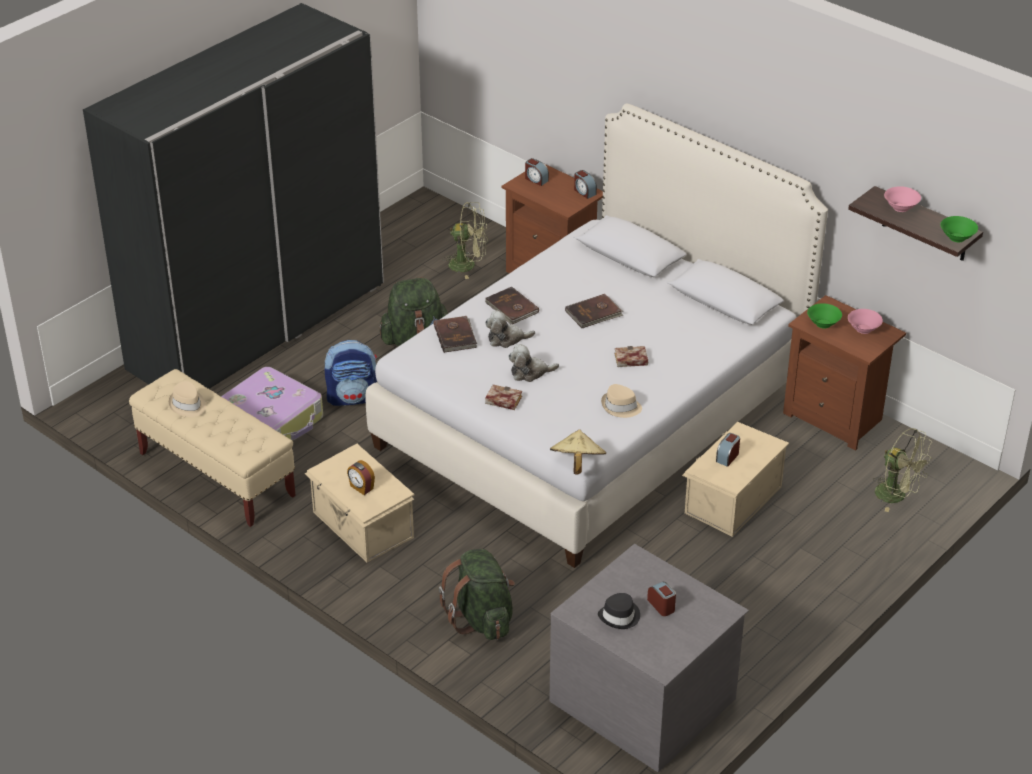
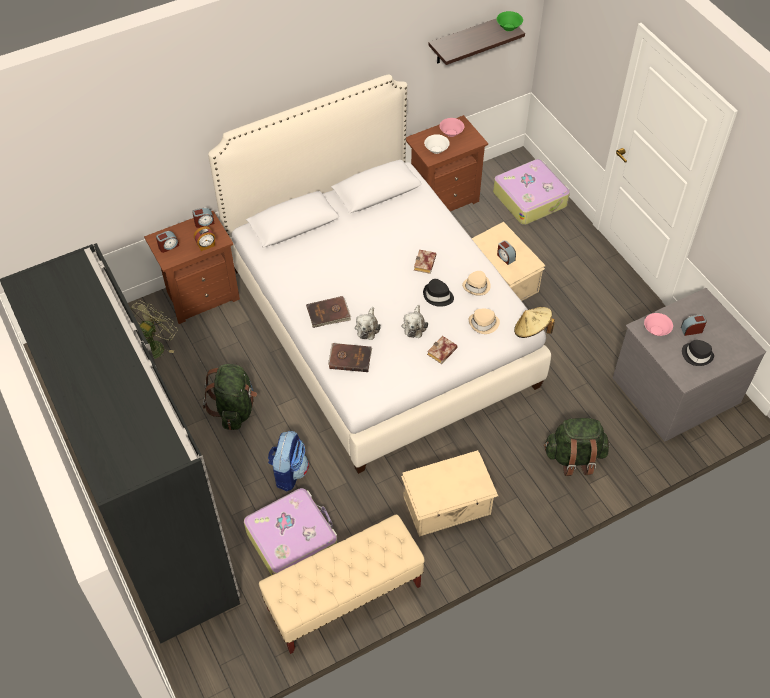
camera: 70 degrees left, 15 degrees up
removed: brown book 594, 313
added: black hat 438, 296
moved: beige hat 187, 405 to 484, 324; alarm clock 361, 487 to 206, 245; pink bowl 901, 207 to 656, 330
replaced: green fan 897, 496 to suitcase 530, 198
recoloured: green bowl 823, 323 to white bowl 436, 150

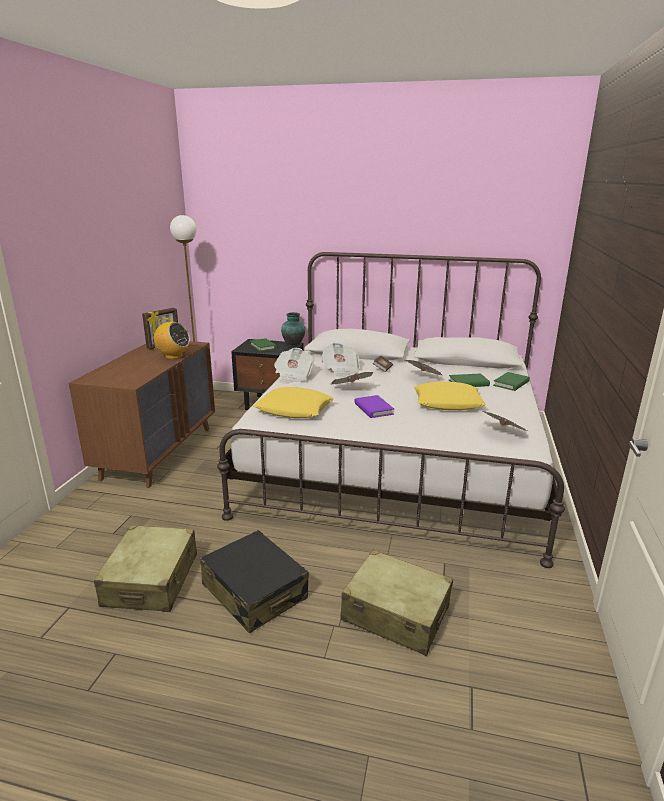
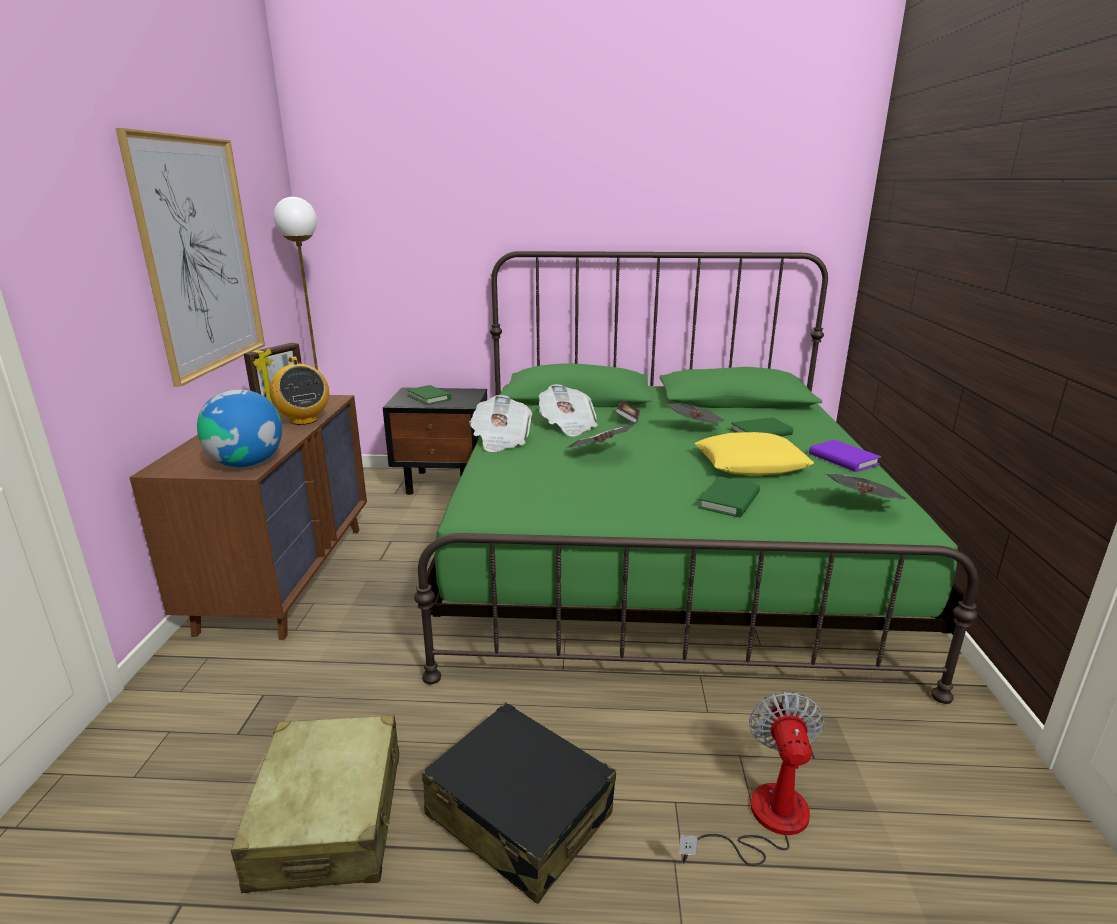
camera: 10 degrees left, 0 degrees up
removed: yellow pillow 294, 409; vase 294, 344
added: picture 200, 256; globe 247, 463
moved: purple book 373, 409 to 843, 459; green book 511, 383 to 729, 500
replaced: beige suitcase 395, 613 to fan 763, 820
recoloured: white bed 397, 461 to green bed 659, 554
turned: radio 173, 356 = 303, 420 45 degrees clockwise

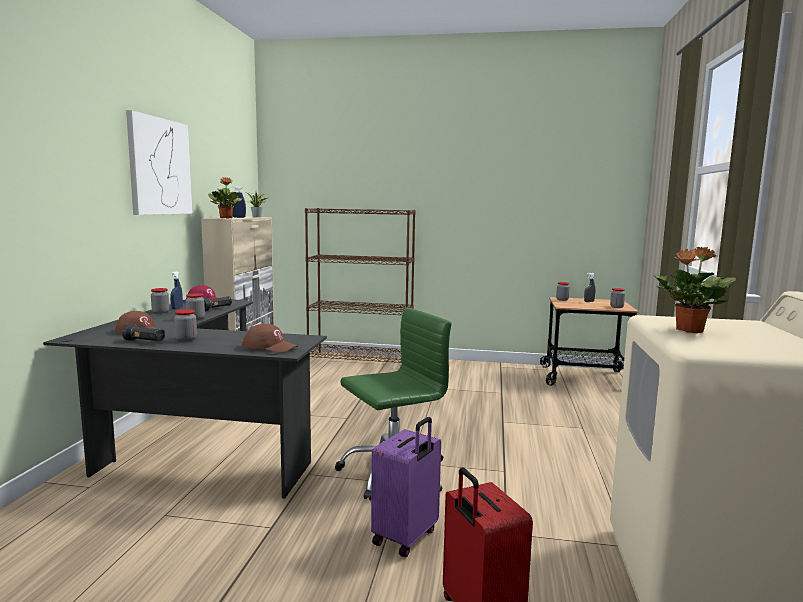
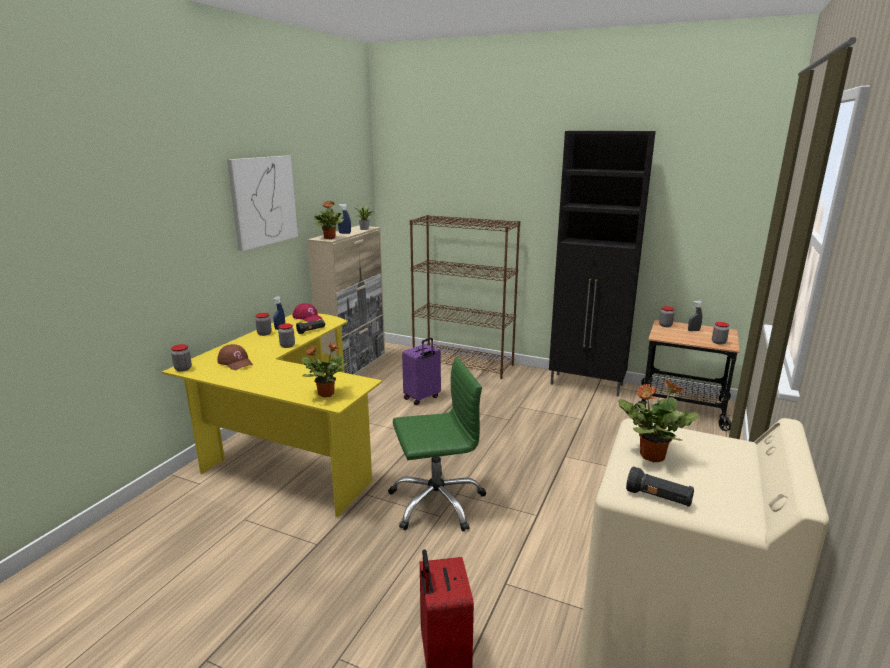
camera: 15 degrees right, 10 degrees up
added: black cabinet 587, 385
moved: black flashlight 144, 341 to 658, 498; jar 186, 339 to 183, 369; purple suitcase 406, 537 to 422, 398
replaced: brown cap 270, 347 to potted plant 325, 394
recoloured: black desk 195, 442 to yellow desk 288, 448

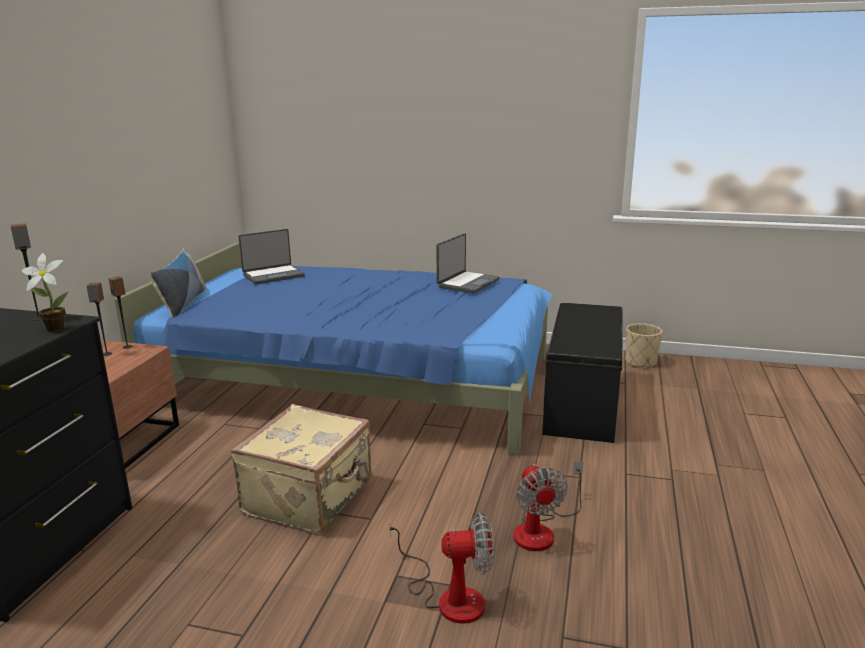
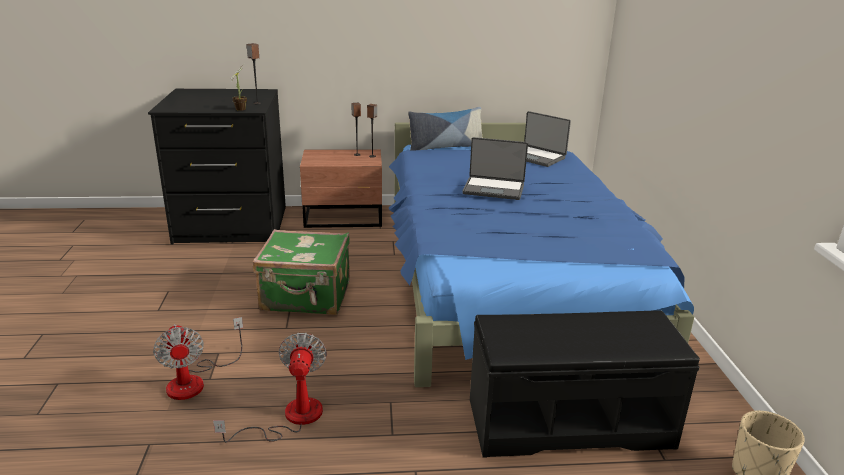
camera: 70 degrees right, 5 degrees up
moved: laptop 467, 283 to 494, 189
recoloured: beige suitcase 310, 497 to green suitcase 306, 297
turned: fan 542, 530 = 290, 418 120 degrees clockwise

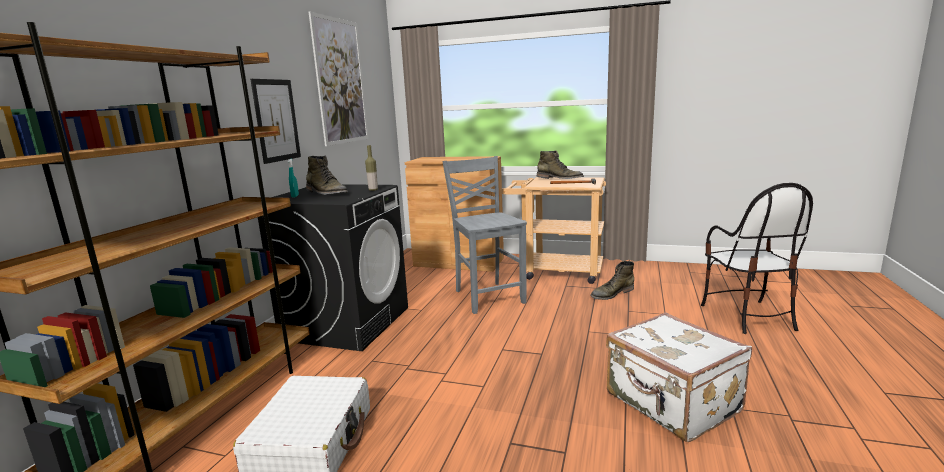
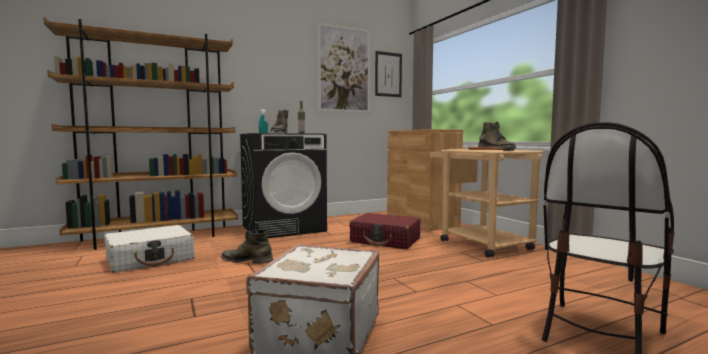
camera: 45 degrees right, 10 degrees down
moved: picture 276, 120 to 388, 74; green boot 611, 294 to 247, 260
replaced: grey chair 488, 296 to red suitcase 385, 240

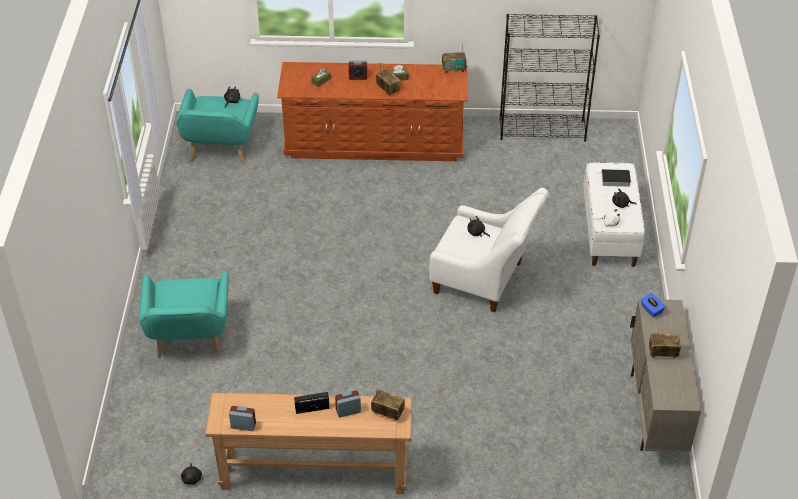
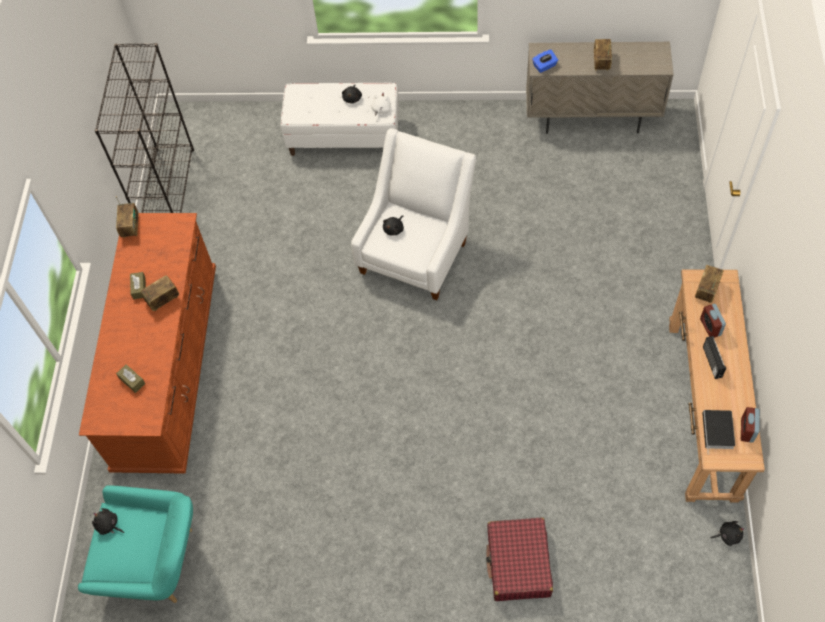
camera: 85 degrees left, 15 degrees up
removed: alarm clock 358, 77
moved: book 614, 179 to 718, 432
replaced: turquoise armchair 189, 339 to red suitcase 518, 563

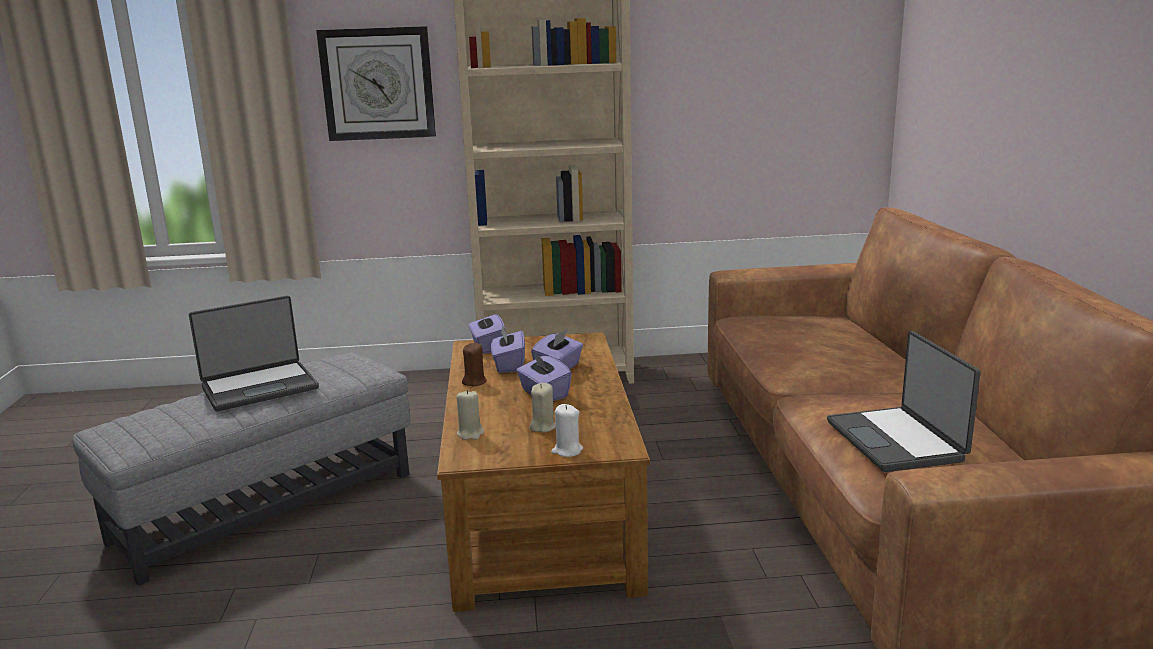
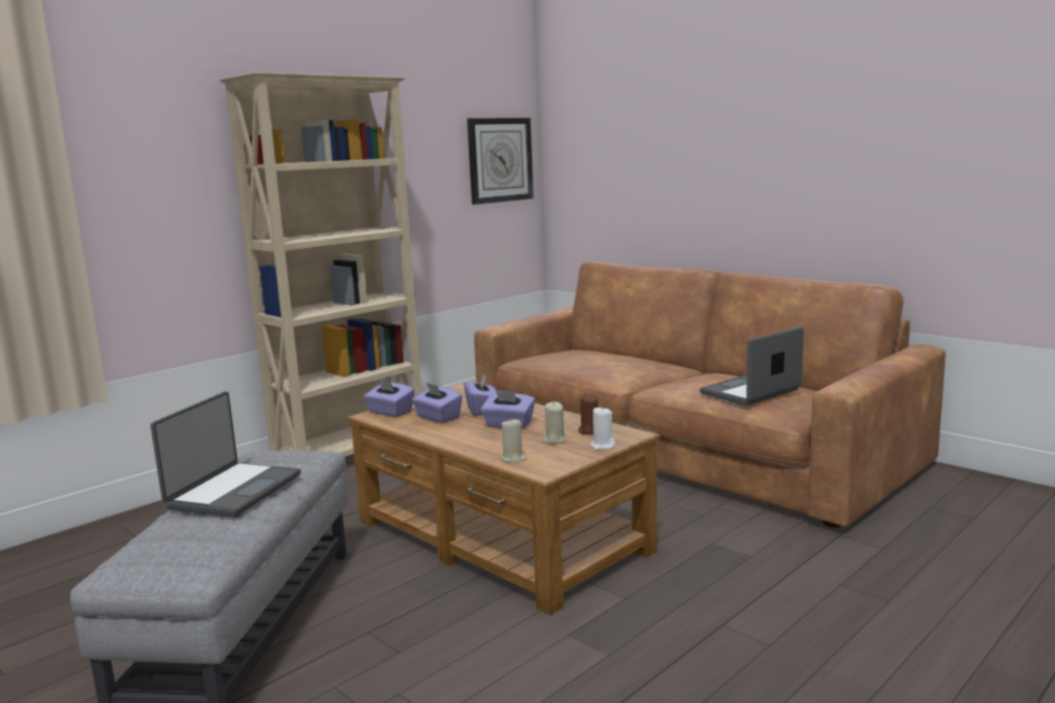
camera: 40 degrees left, 5 degrees down
moved: wall clock 378, 84 to 500, 160; brown candle 474, 382 to 589, 431
turned: laptop 897, 441 = 751, 392 105 degrees clockwise

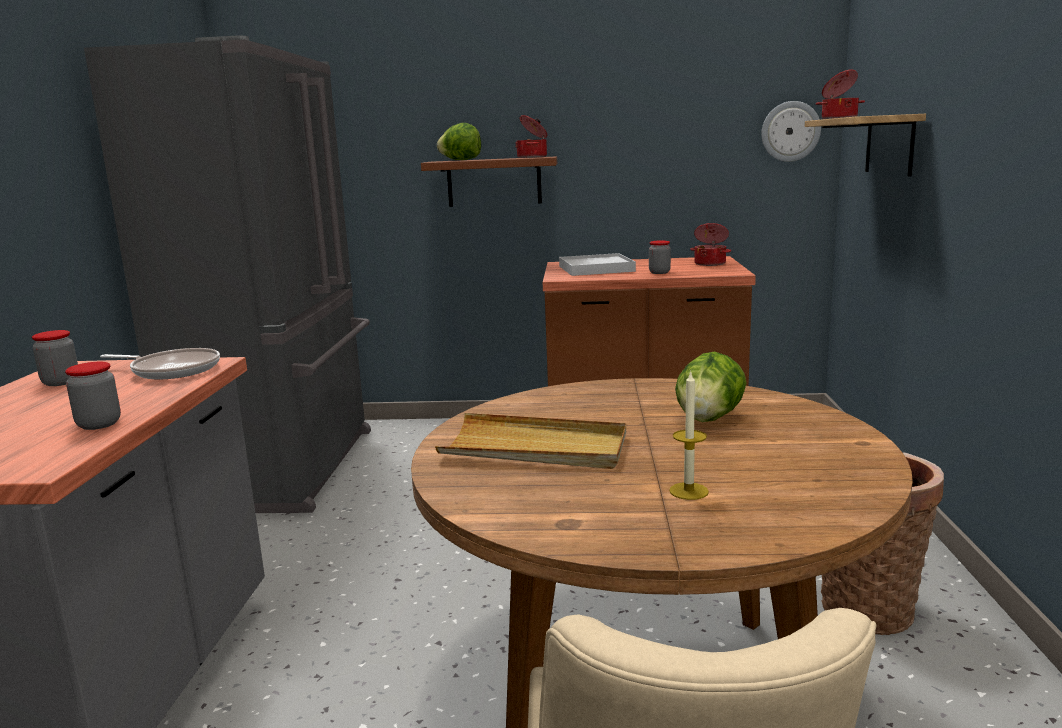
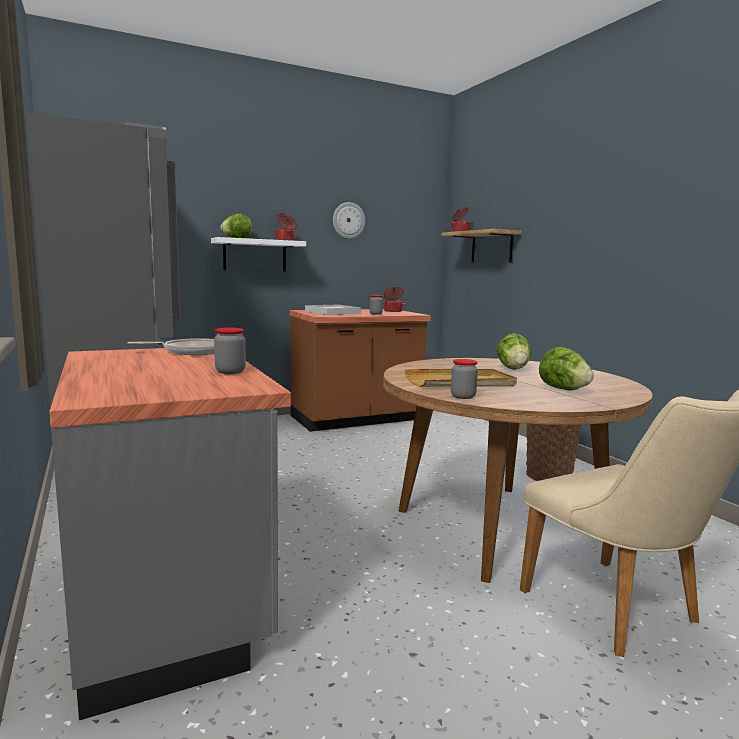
camera: 30 degrees left, 5 degrees down
moved: jar 61, 382 to 463, 396; wall clock 790, 131 to 348, 220
replaced: candle 688, 491 to lettuce 563, 389
recoloured: brown shelf 494, 182 to white shelf 255, 255

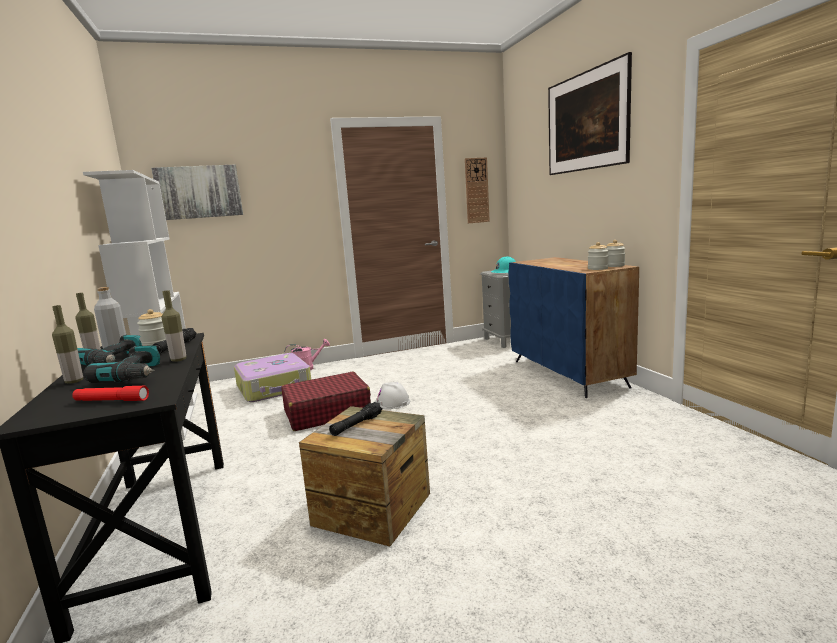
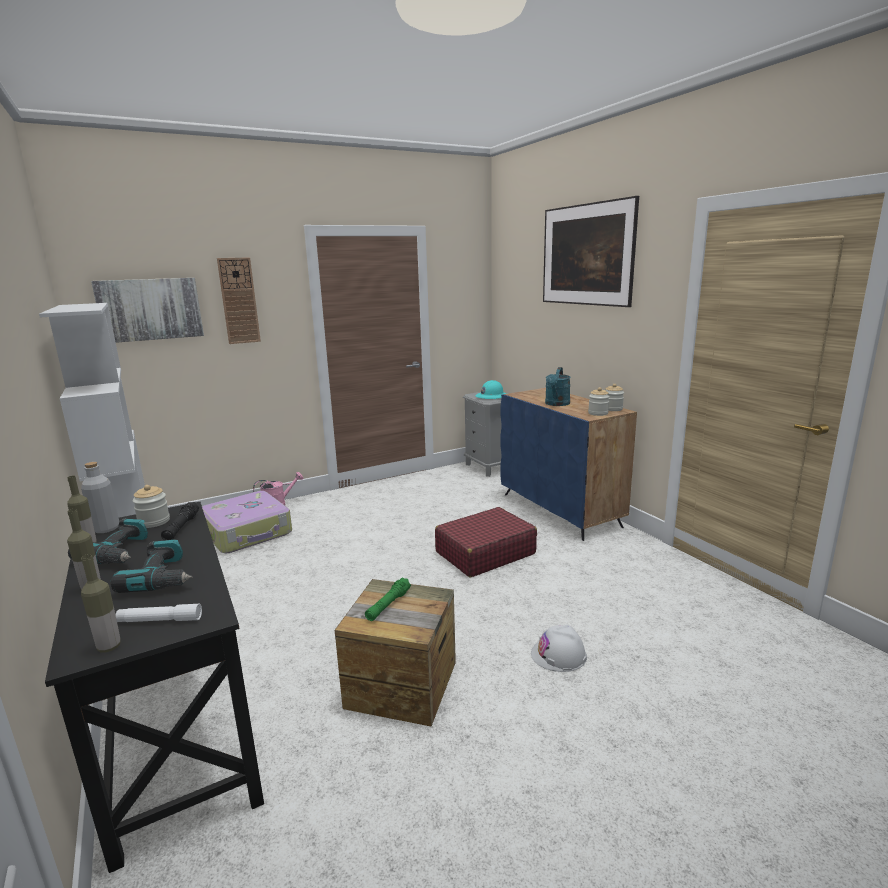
camera: 10 degrees left, 5 degrees up
added: turquoise watering can 556, 404
moved: bottle 178, 360 to 109, 647; red suitcase 326, 412 to 484, 553; white hard hat 391, 402 to 559, 655; wall clock 476, 190 to 239, 301
recoloured: red flashlight 111, 400 to white flashlight 160, 620; black flashlight 356, 425 to green flashlight 388, 605

